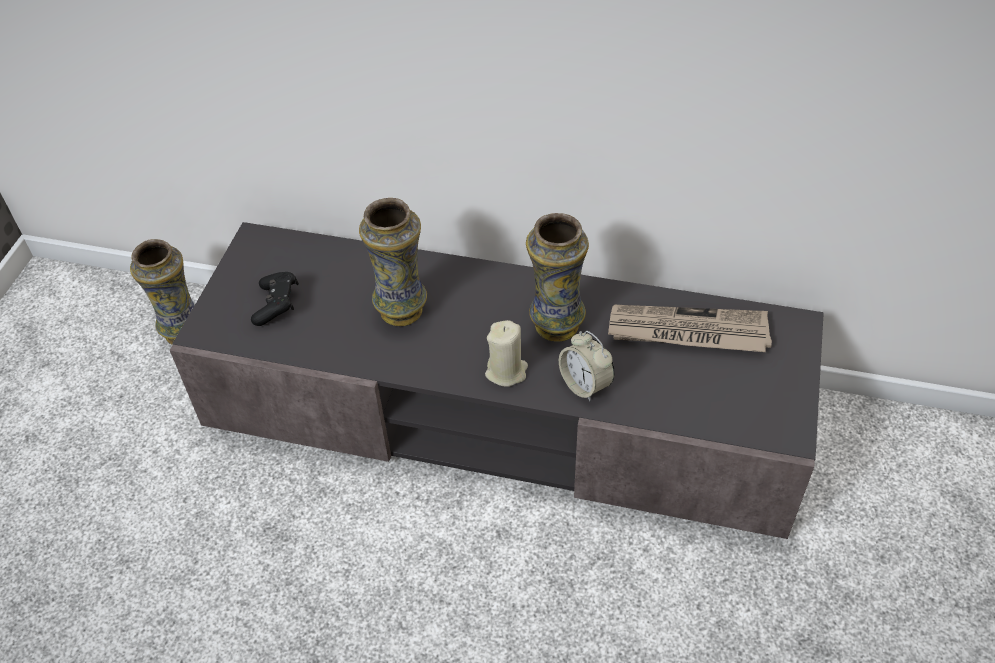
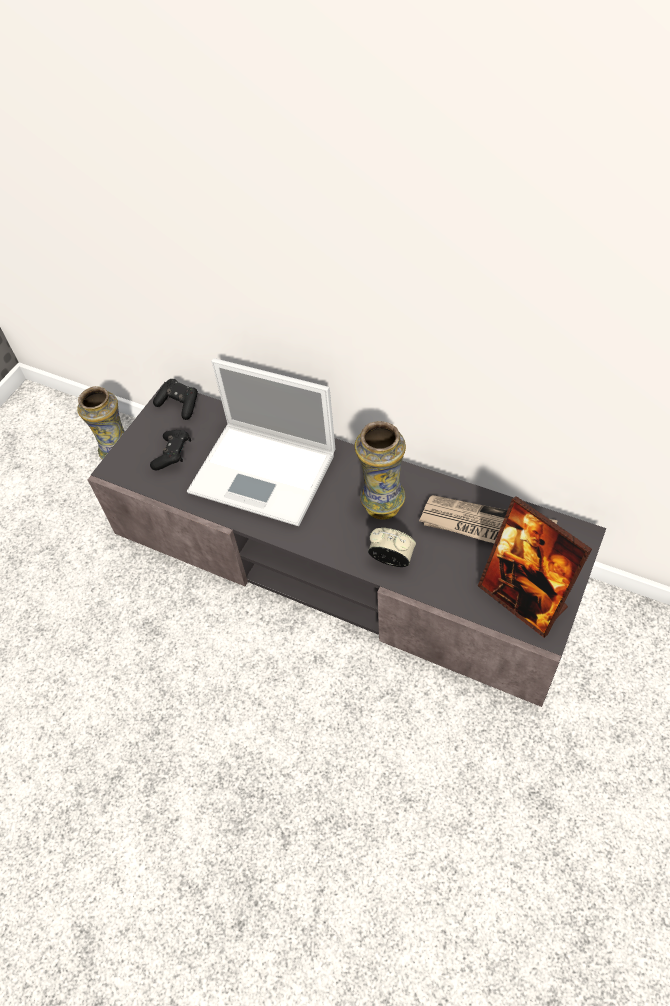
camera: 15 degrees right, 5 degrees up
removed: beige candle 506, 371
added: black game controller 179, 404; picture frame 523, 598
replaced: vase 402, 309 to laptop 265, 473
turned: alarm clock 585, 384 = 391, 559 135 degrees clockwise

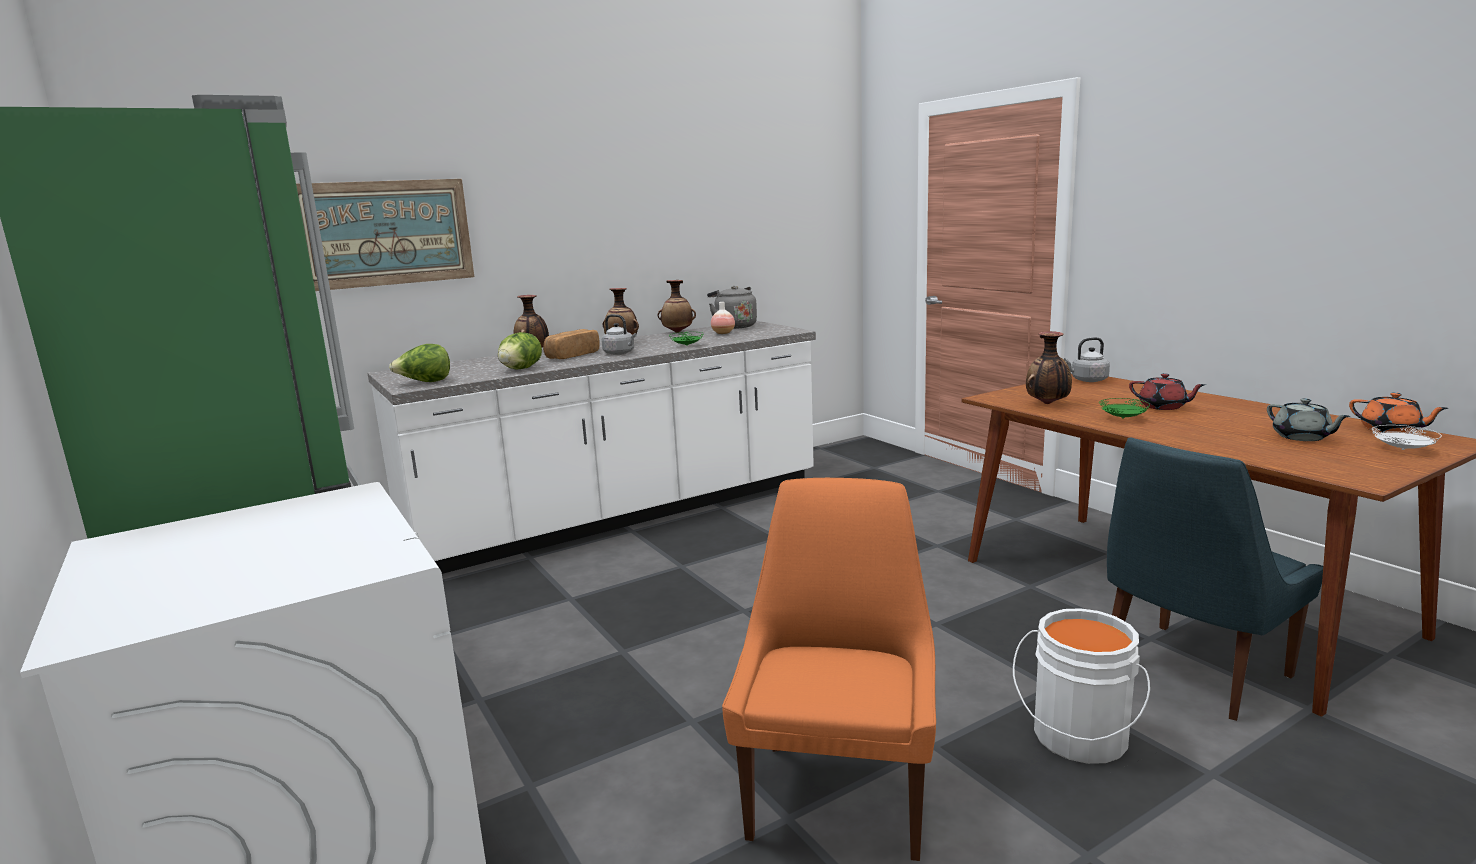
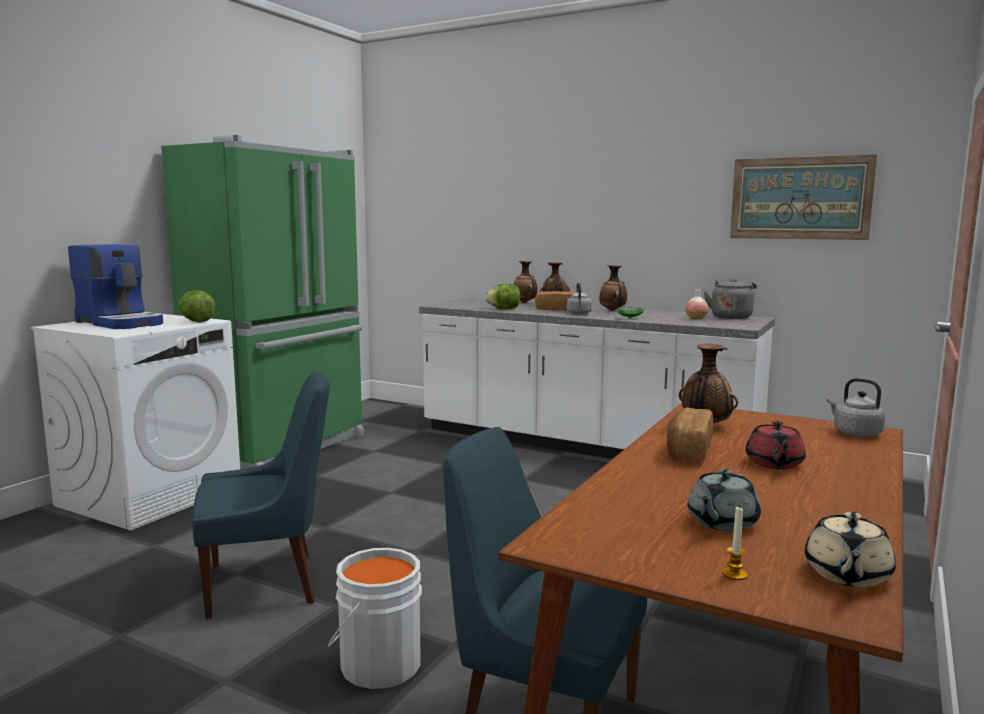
camera: 60 degrees right, 5 degrees down
added: coffee machine 121, 323
moved: picture 385, 233 to 800, 198; lettuce 425, 382 to 196, 321; vase 678, 332 to 525, 302
replaced: green plate 1123, 418 to bread 688, 451; white plate 1402, 450 to candle 734, 574
recoloured: orange chair 839, 792 to blue chair 267, 583; orange teapot 1391, 431 to beige teapot 847, 575

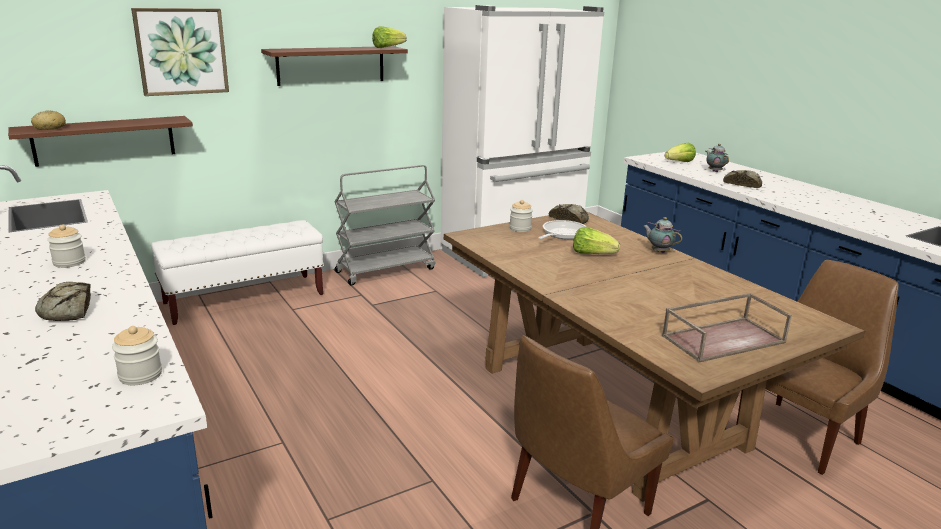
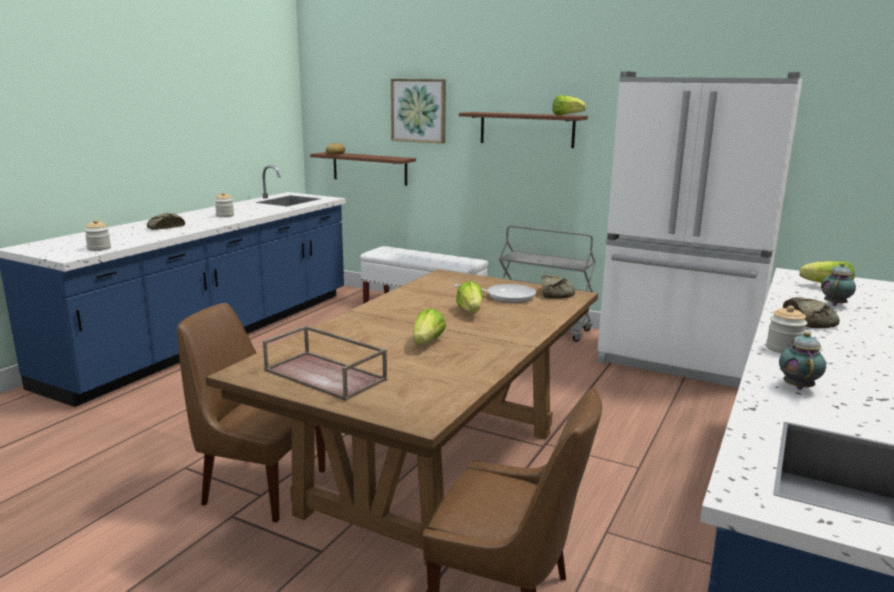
camera: 60 degrees right, 5 degrees down
added: lettuce 427, 343
moved: jar 520, 228 to 783, 349; teapot 659, 251 to 798, 386

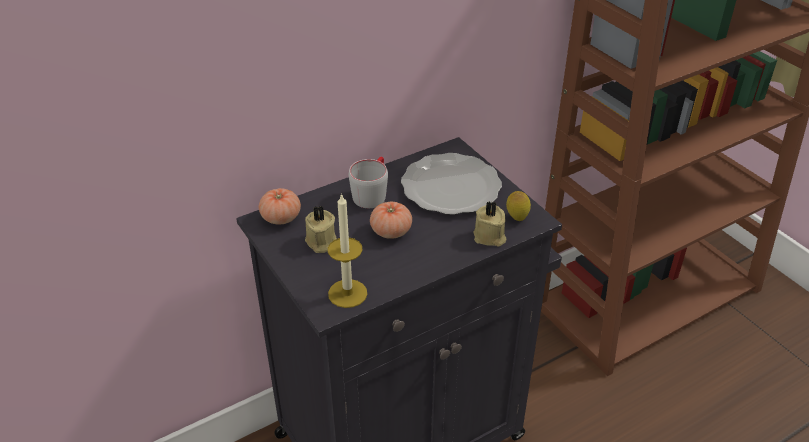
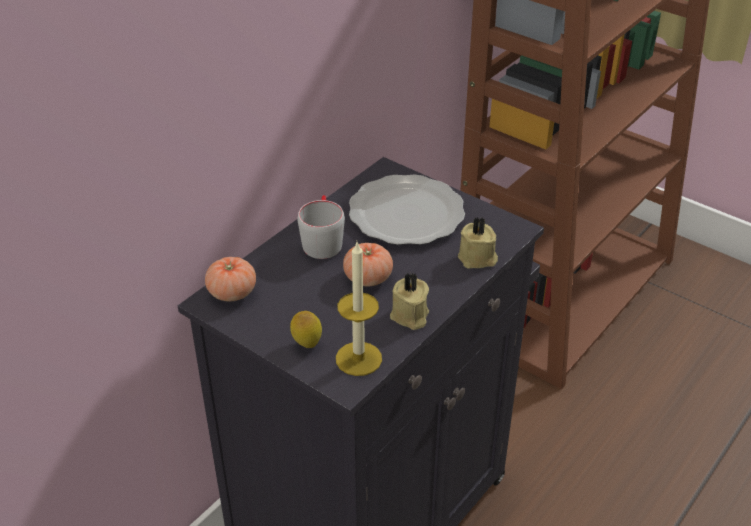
camera: 20 degrees left, 0 degrees up
moved: beige candle 320, 242 to 409, 316; lemon 516, 218 to 307, 344

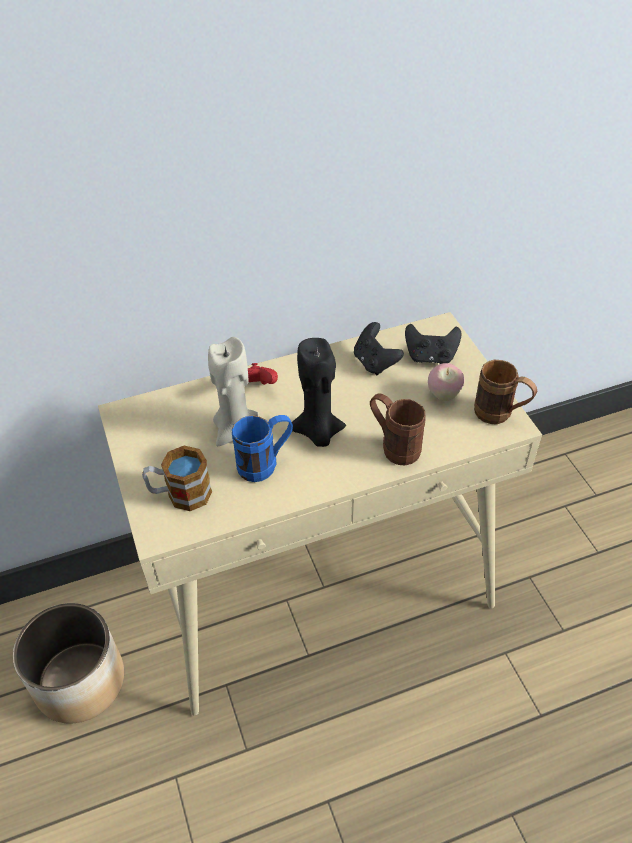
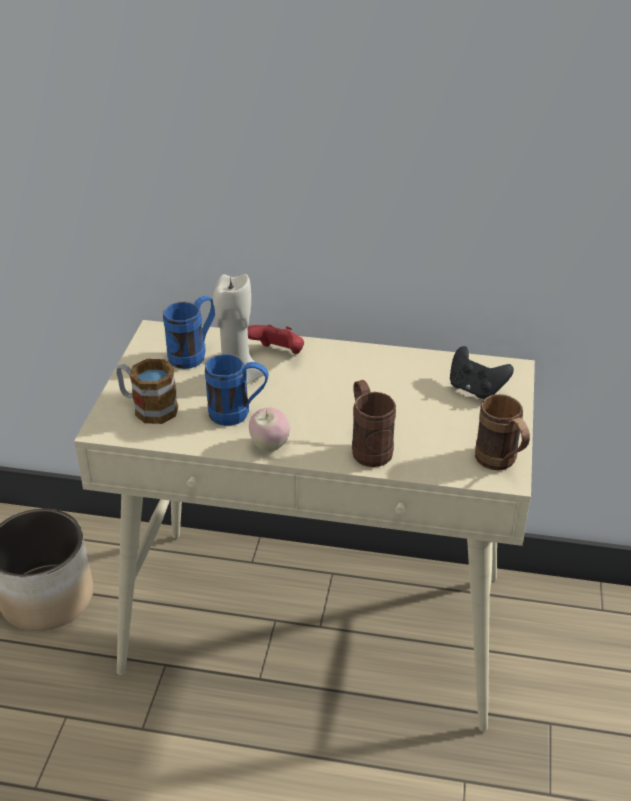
camera: 30 degrees right, 10 degrees down
removed: black candle 318, 433; black game controller 375, 362
added: blue mug 194, 355
moved: apple 443, 395 to 269, 445

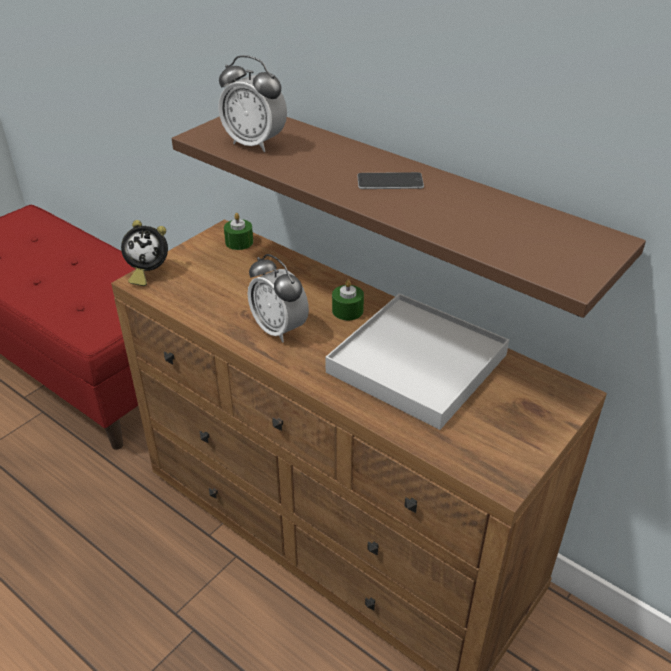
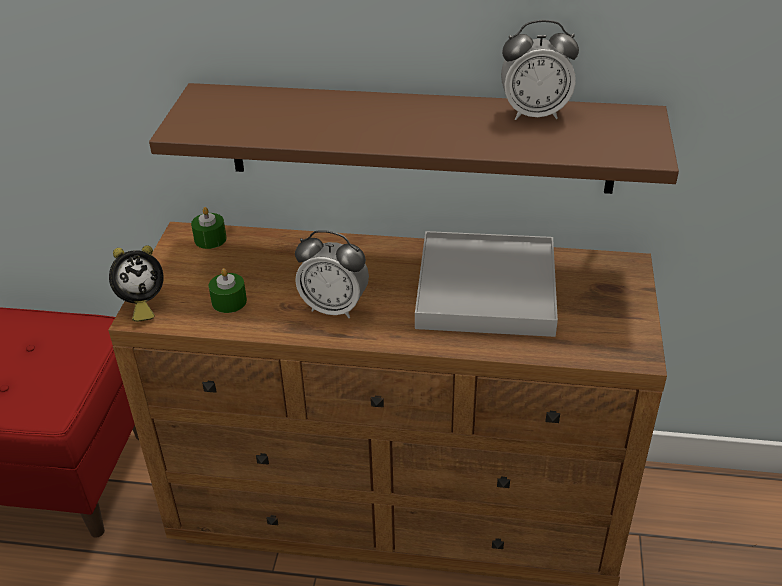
camera: 30 degrees left, 0 degrees up
removed: phone 390, 181
moved: alarm clock 255, 144 to 534, 113; green candle 347, 310 to 229, 301

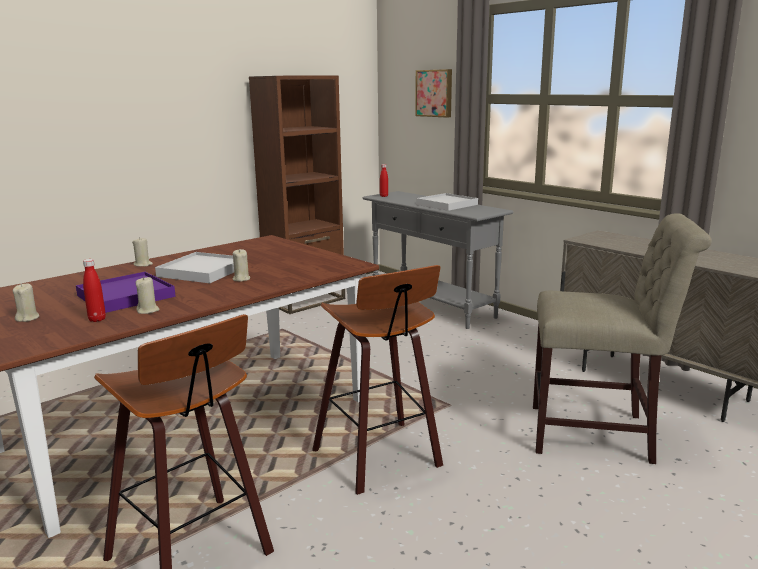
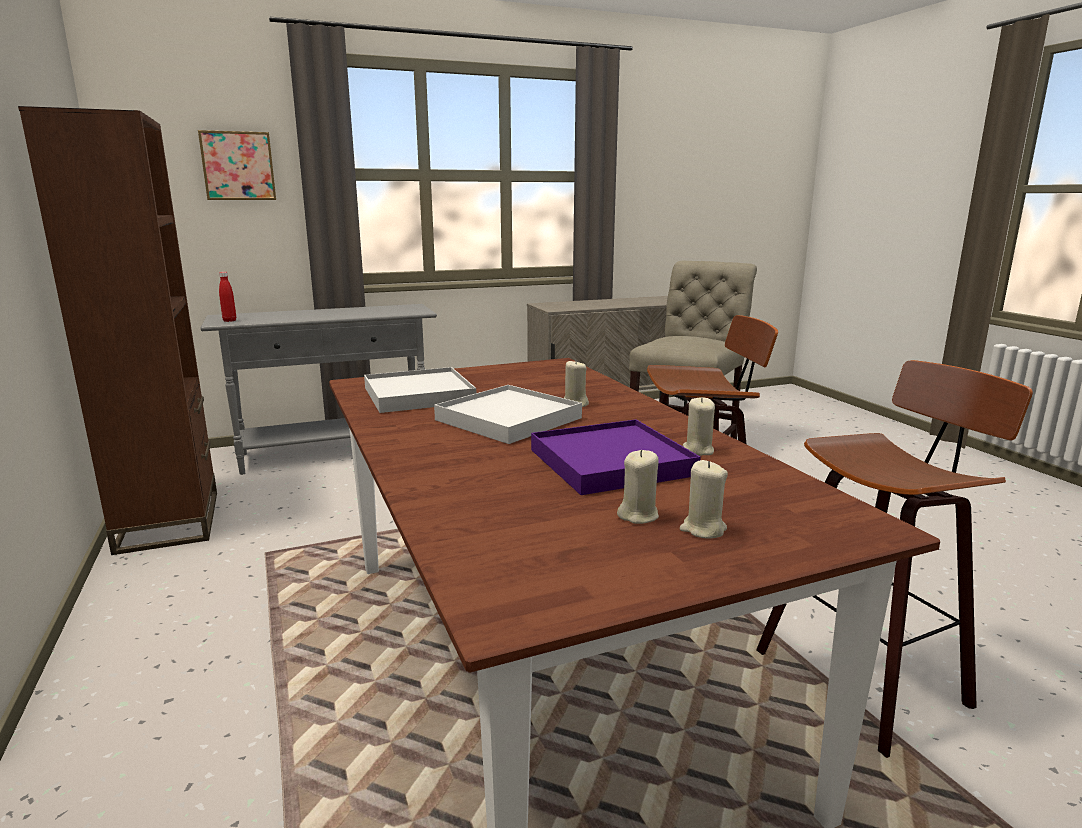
camera: 70 degrees left, 0 degrees up
removed: red bottle 97, 319
moved: beige candle 143, 264 to 638, 515; white tray 447, 204 to 419, 395

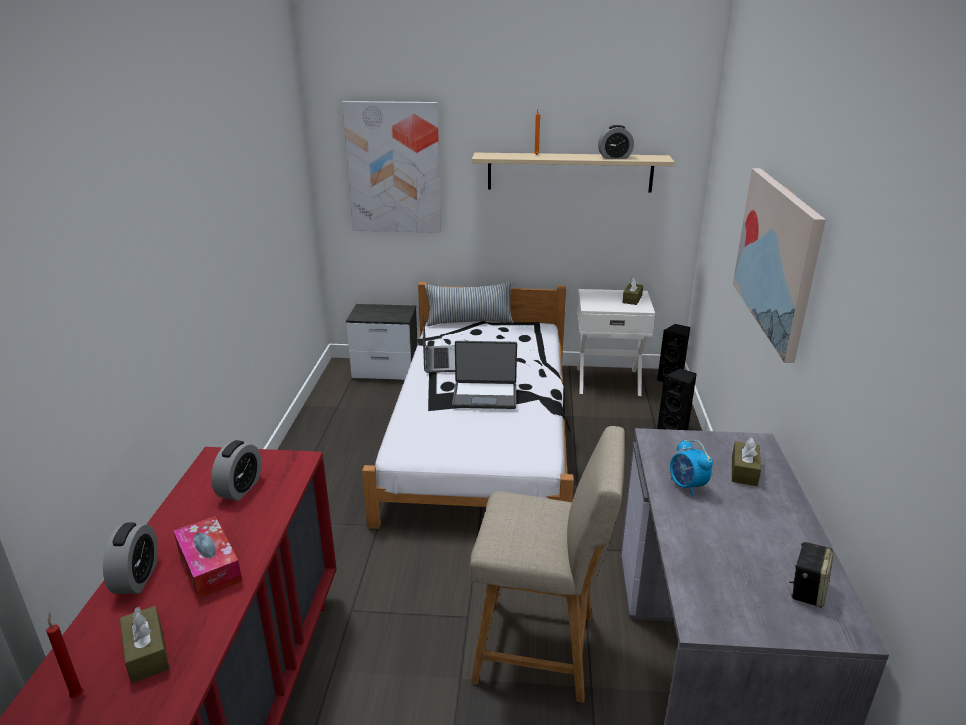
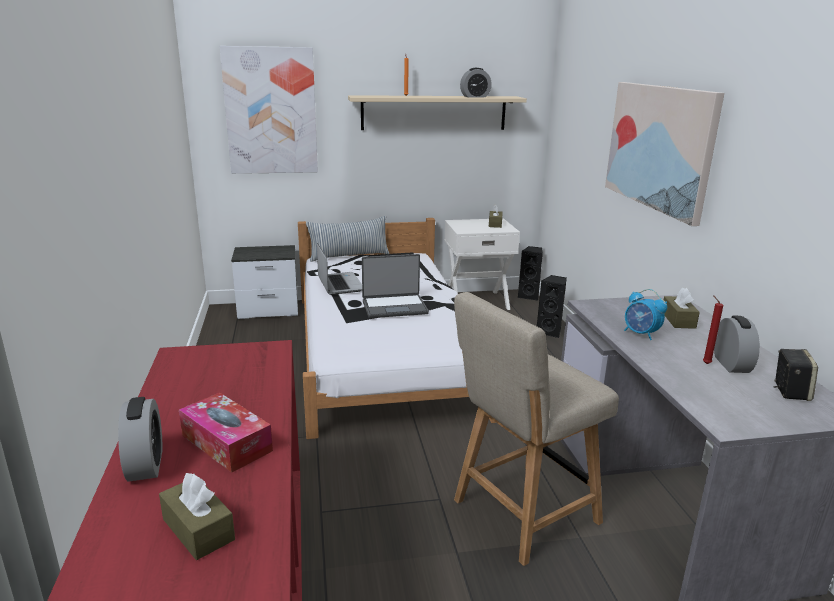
camera: 15 degrees left, 5 degrees down
moved: red candle 78, 695 to 705, 363; alarm clock 240, 488 to 731, 364
turned: beige chair 542, 648 = 521, 514 150 degrees clockwise

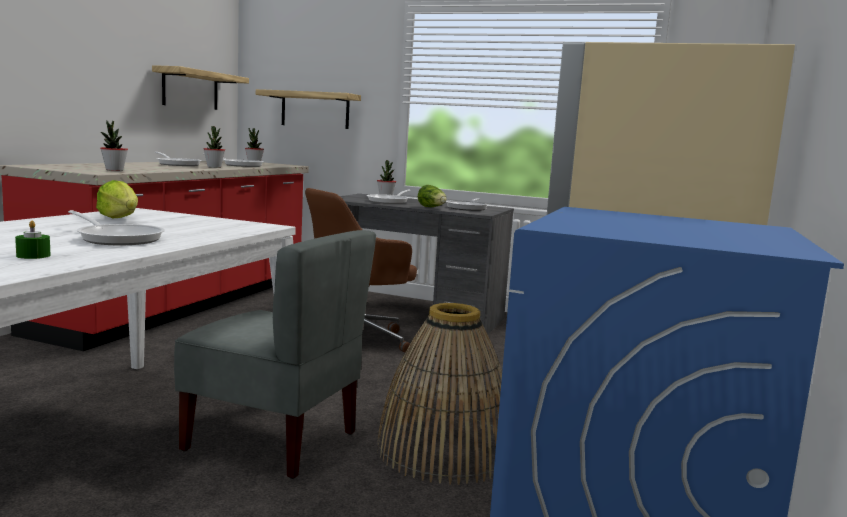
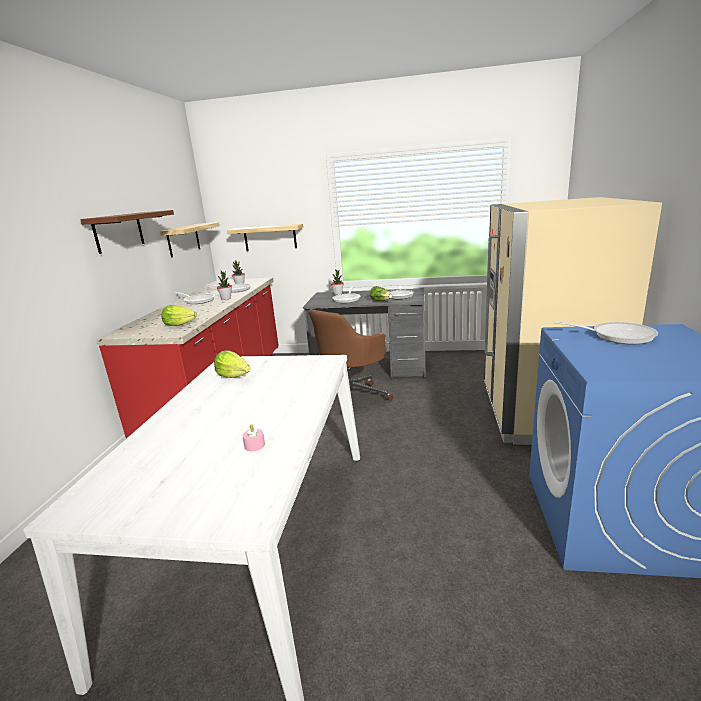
camera: 10 degrees left, 10 degrees up
removed: grey chair 274, 440; basket 444, 449
added: brown shelf 118, 232
moved: frying pan 117, 238 to 616, 336
replaced: potted plant 114, 170 to lettuce 179, 325
recoloured: green candle 33, 256 to pink candle 254, 445

